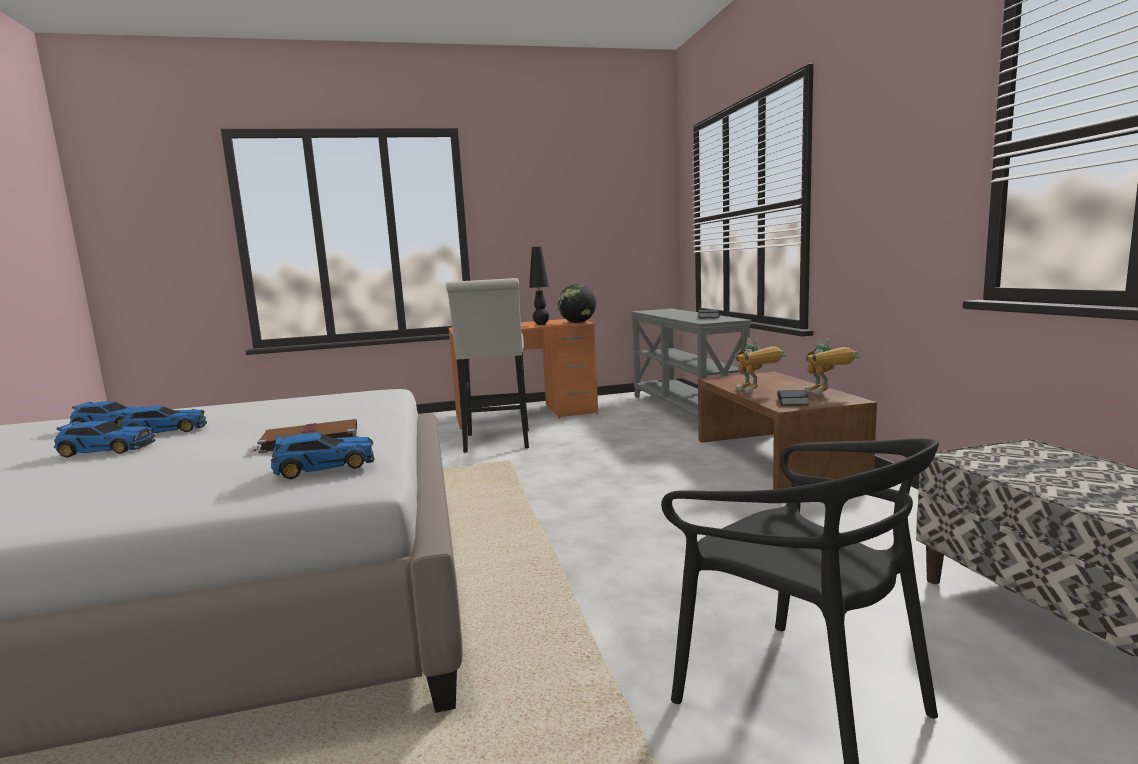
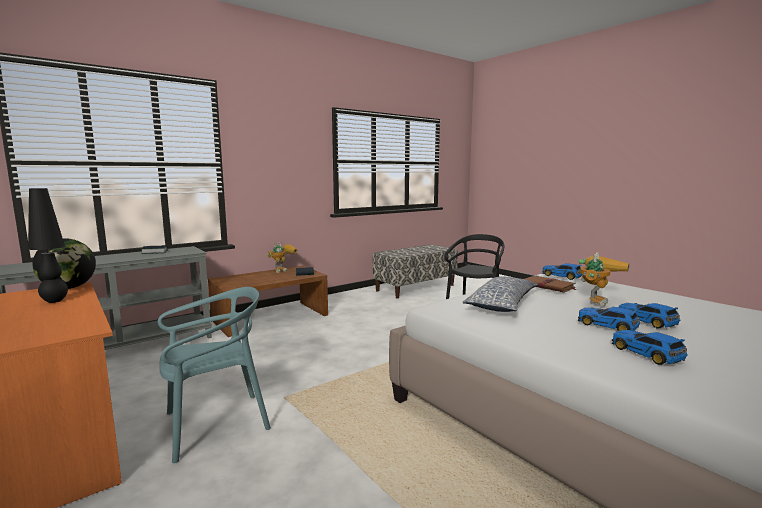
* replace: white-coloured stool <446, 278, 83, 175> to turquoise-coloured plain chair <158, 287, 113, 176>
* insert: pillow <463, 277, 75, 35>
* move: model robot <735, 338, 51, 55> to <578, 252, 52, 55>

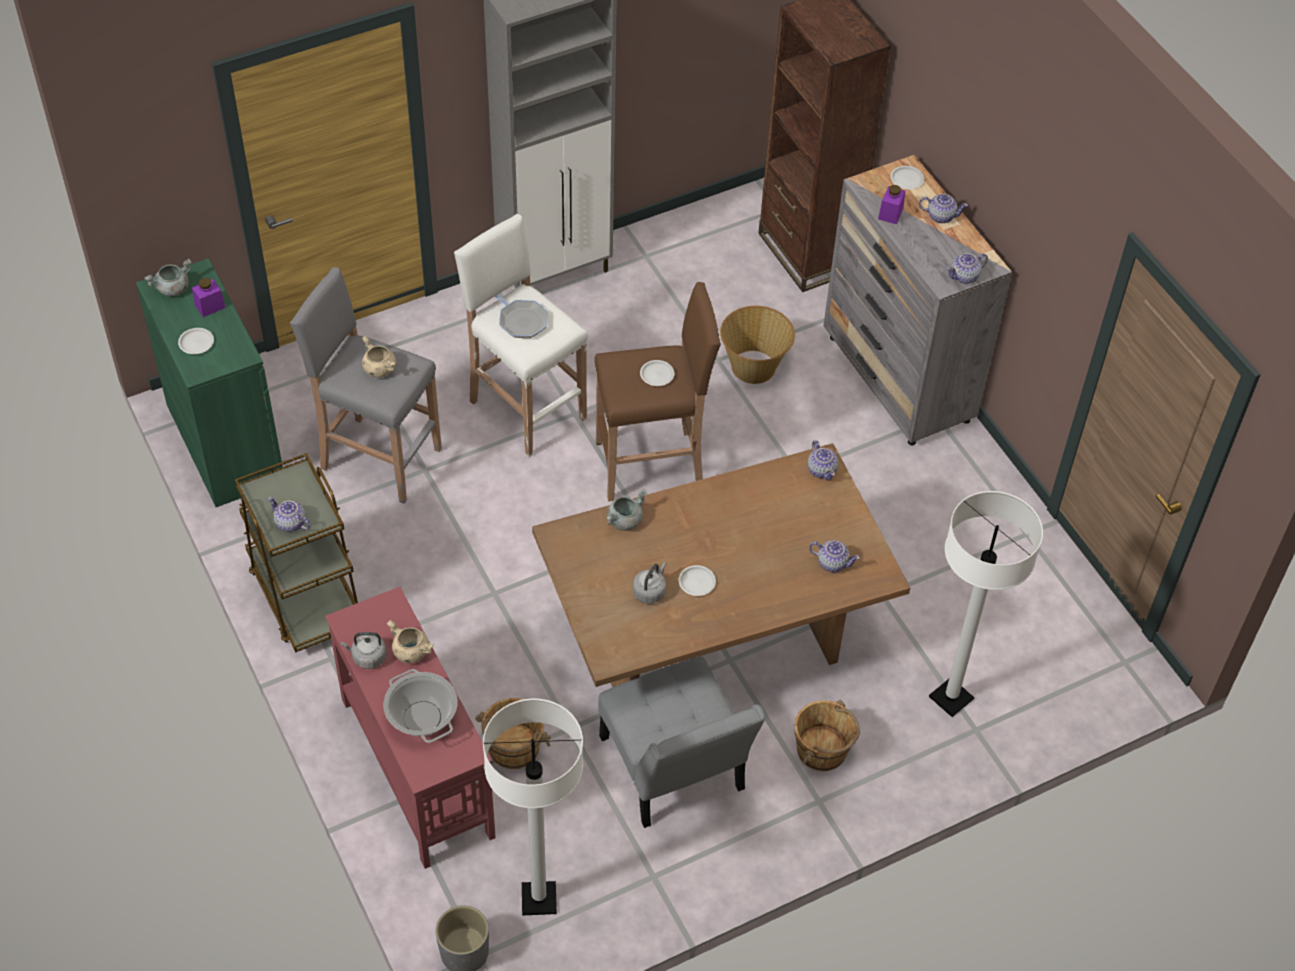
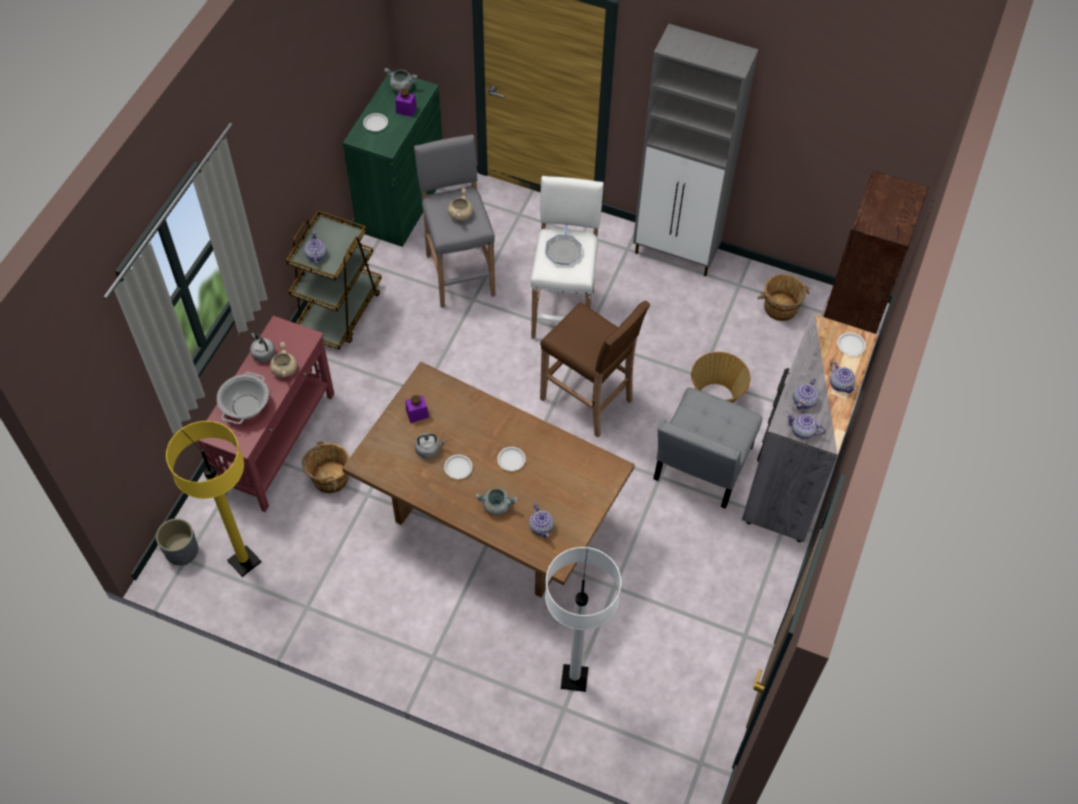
* recolor: white-coloured floor lamp <483, 698, 100, 217> to yellow-coloured floor lamp <166, 421, 95, 156>
* move: purple preserve jar <878, 185, 27, 39> to <405, 395, 24, 28>
* move: greyish stockpot <606, 489, 41, 42> to <476, 489, 41, 27>
* move: white-coloured plate <640, 360, 35, 26> to <497, 447, 29, 24>
* move: greyish plain chair <598, 657, 168, 171> to <653, 388, 110, 121>
* move: brown pail <795, 700, 65, 71> to <757, 274, 53, 47>
* move: tea pot <808, 440, 30, 40> to <793, 378, 25, 32>

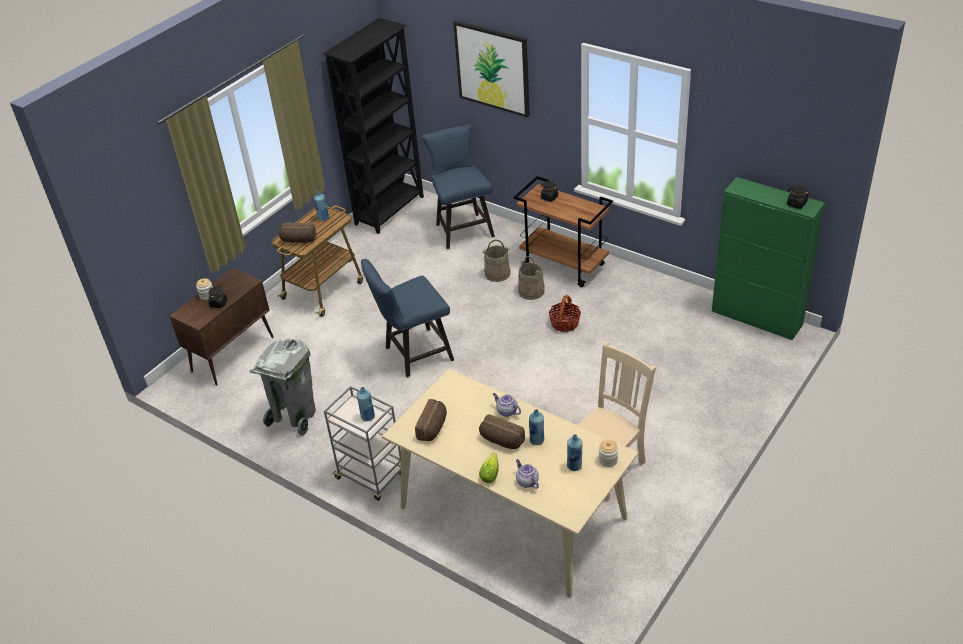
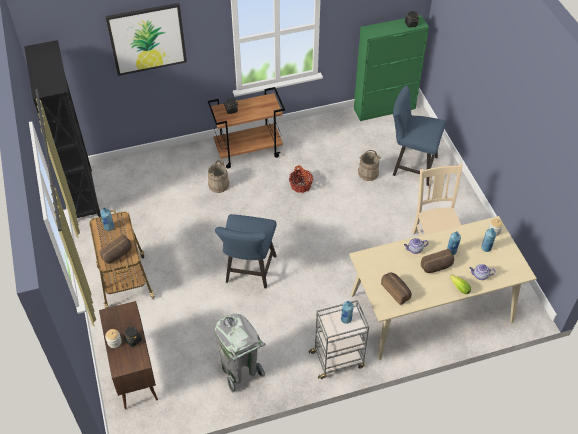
* move: sand-coloured pail <518, 256, 27, 44> to <358, 150, 23, 31>
* move: blue plain chair <422, 124, 73, 125> to <393, 85, 53, 101>

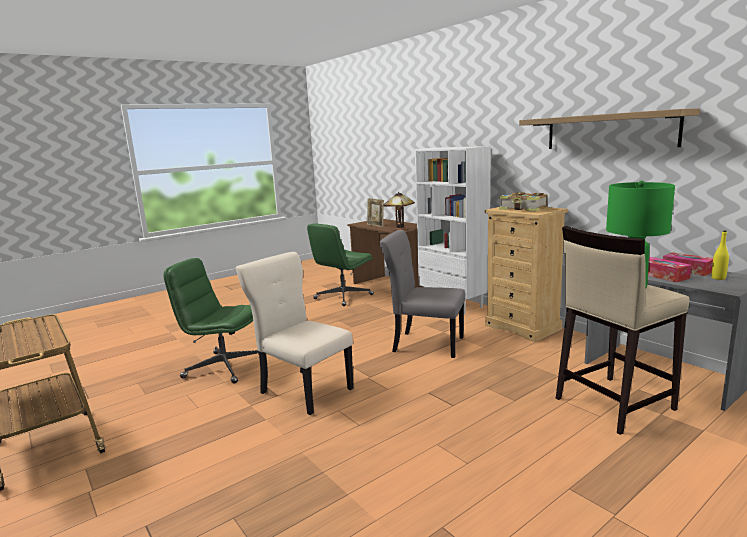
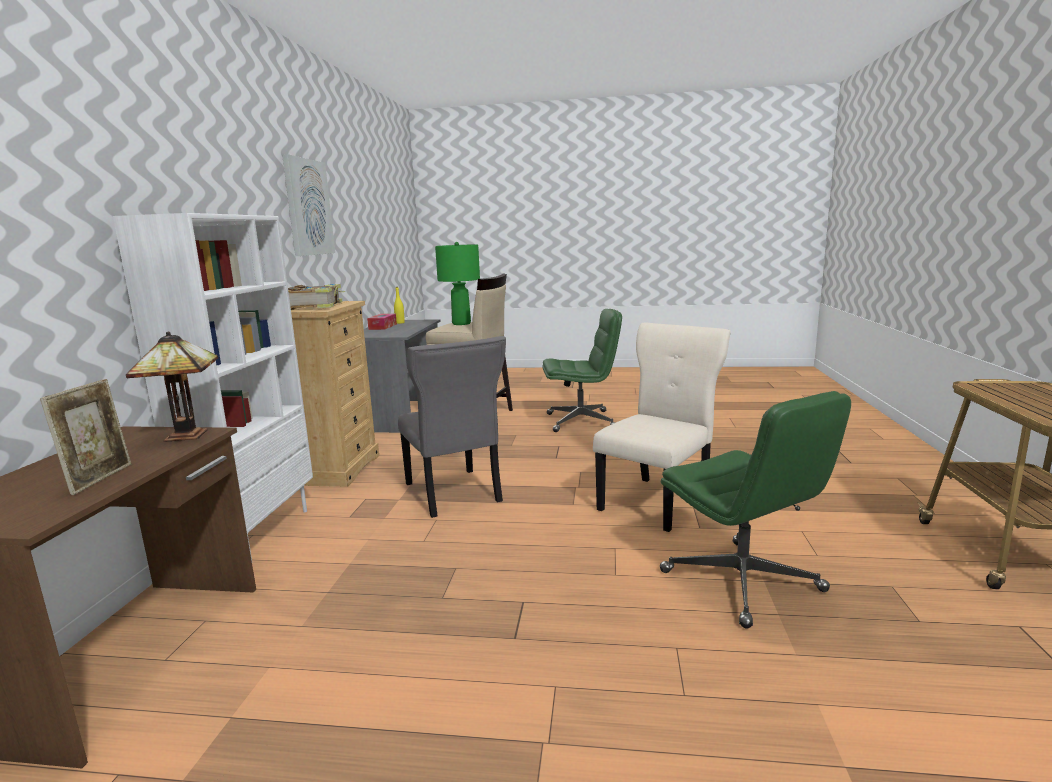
* replace: bracket shelf <519, 108, 181, 41> to wall art <282, 154, 53, 102>
* move: greenish office chair <307, 223, 67, 83> to <542, 309, 80, 123>
* rotate: sand-coloured plain chair <236, 252, 118, 163> = <593, 322, 138, 210> 135 degrees counterclockwise
* delete: box of tissues <648, 257, 44, 25>

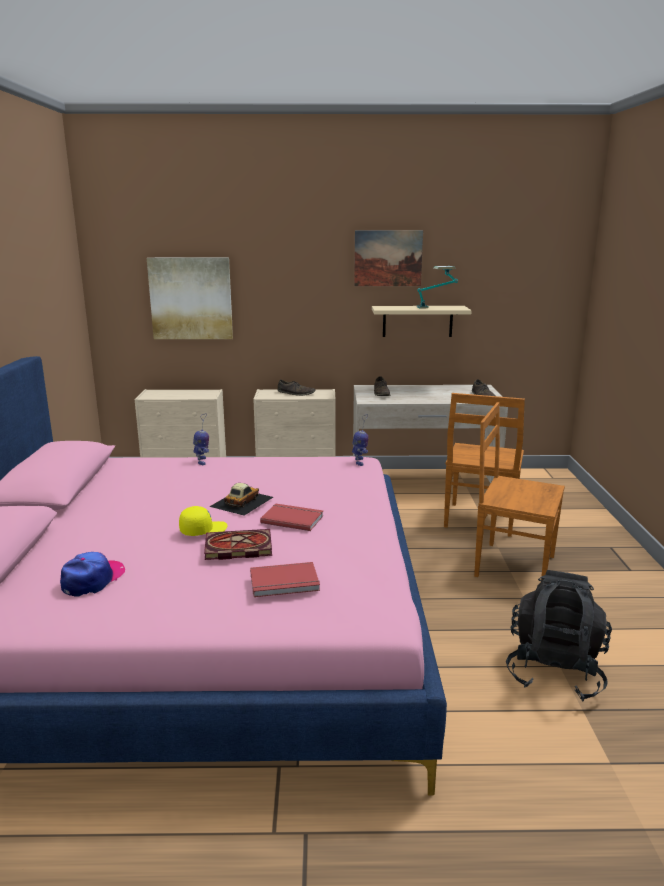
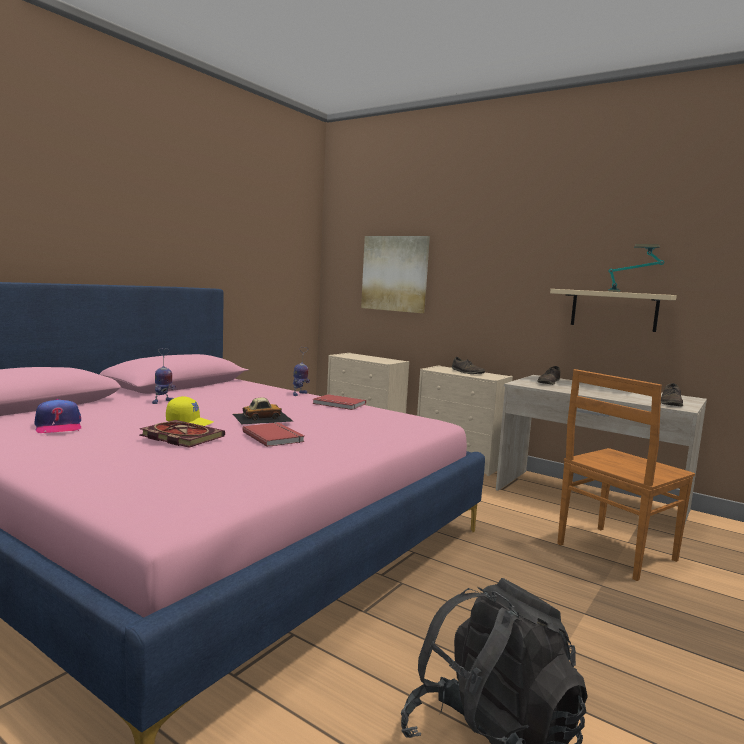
* rotate: cap <60, 552, 65, 45> = <34, 399, 48, 34> 90 degrees clockwise
* move: model robot <352, 414, 17, 52> to <152, 348, 24, 56>
* move: red bound book <250, 562, 70, 35> to <312, 394, 54, 16>
* delete: wall art <354, 230, 69, 56>
* delete: brown plain chair <474, 402, 91, 175>

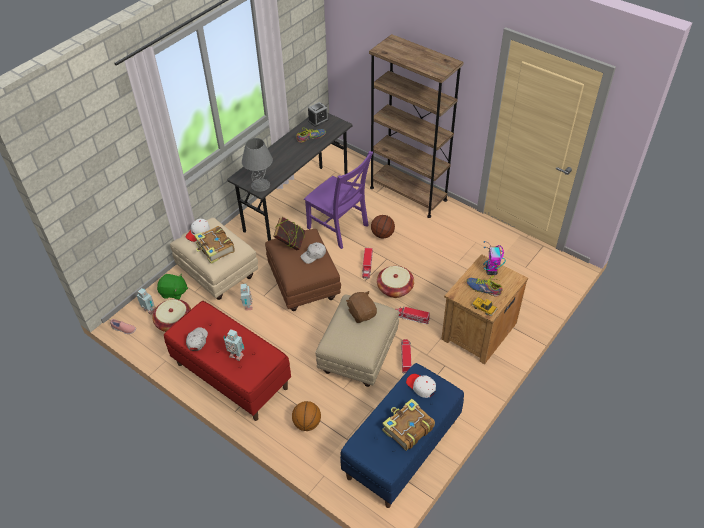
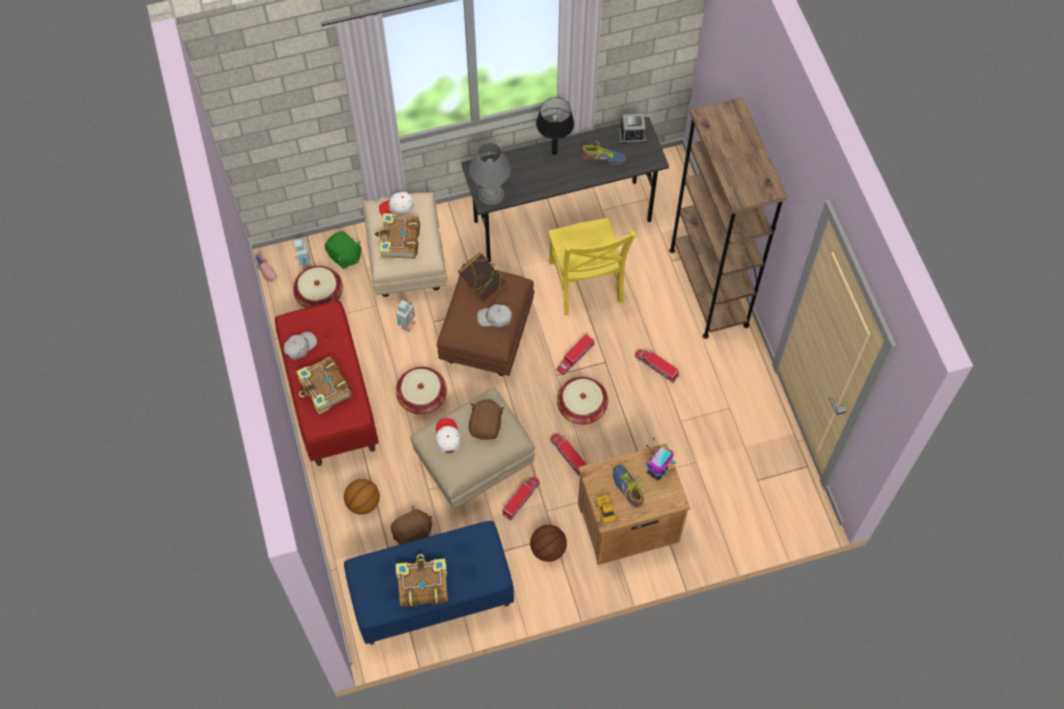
* replace: model robot <224, 329, 20, 32> to bound book <296, 356, 56, 59>
* insert: brown soft toy <391, 505, 41, 40>
* insert: household basket <396, 367, 51, 47>
* move: white-coloured cap <406, 374, 30, 24> to <436, 418, 25, 35>
* move: basketball ball <371, 215, 24, 24> to <530, 525, 37, 37>
* insert: black-coloured lamp for a table <536, 97, 38, 58>
* recolor: purple plain chair <304, 151, 69, 98> to yellow-coloured plain chair <548, 218, 88, 97>
* insert: model truck <635, 349, 44, 34>

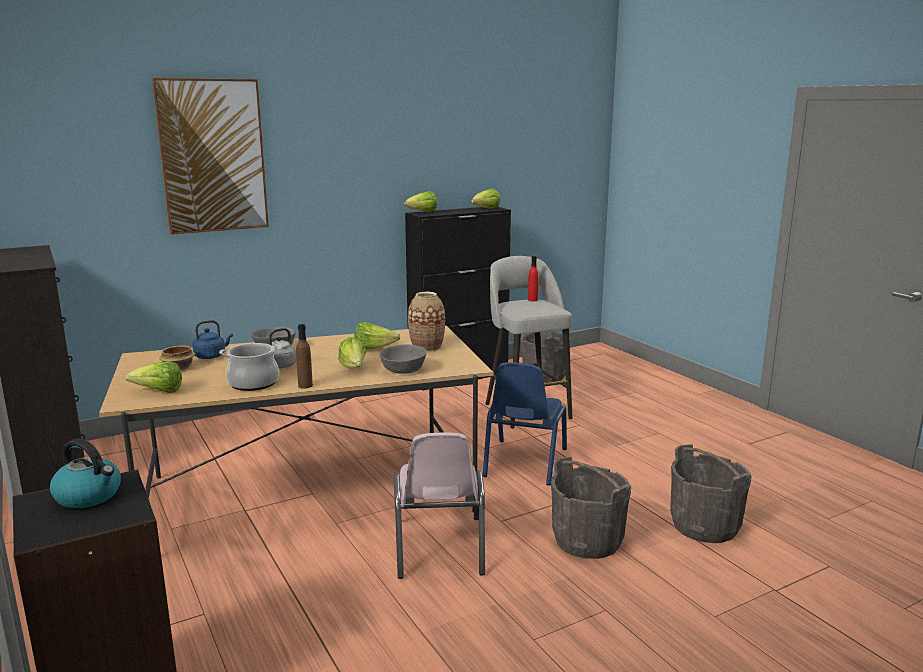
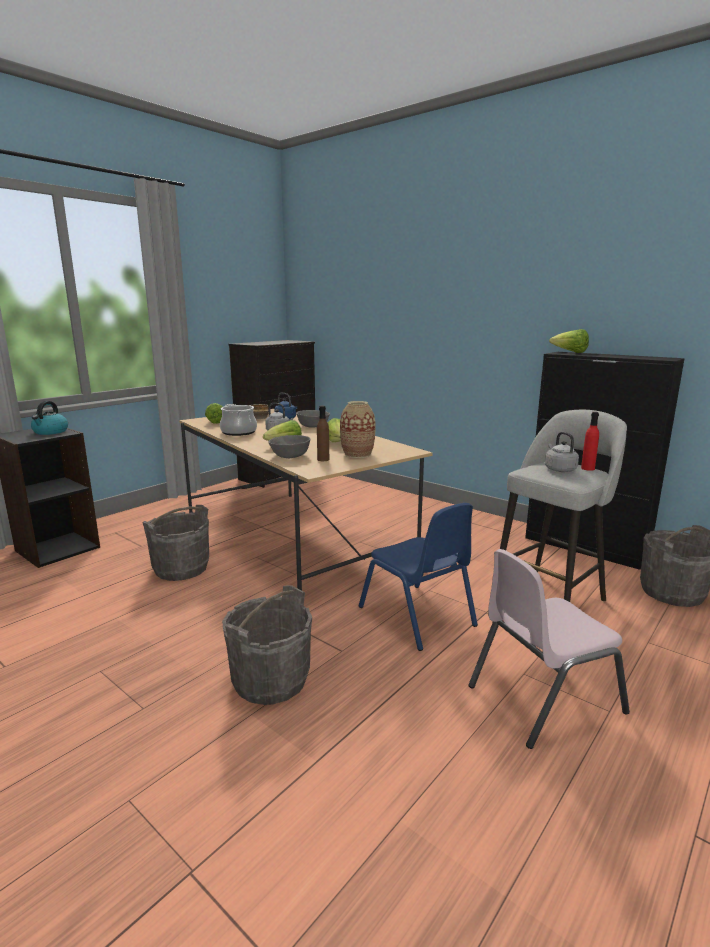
* move: greyish pail <670, 444, 82, 99> to <143, 505, 66, 76>
* move: brown drink bottle <296, 324, 17, 65> to <317, 406, 12, 55>
* rotate: blue plain chair <483, 362, 84, 124> = <359, 503, 119, 148> 120 degrees counterclockwise
* move: pinkish plain chair <394, 433, 91, 146> to <469, 549, 161, 200>
* insert: greyish water kettle <545, 432, 34, 40>
* delete: wall art <152, 78, 117, 157>
* delete: lettuce <471, 188, 29, 21>

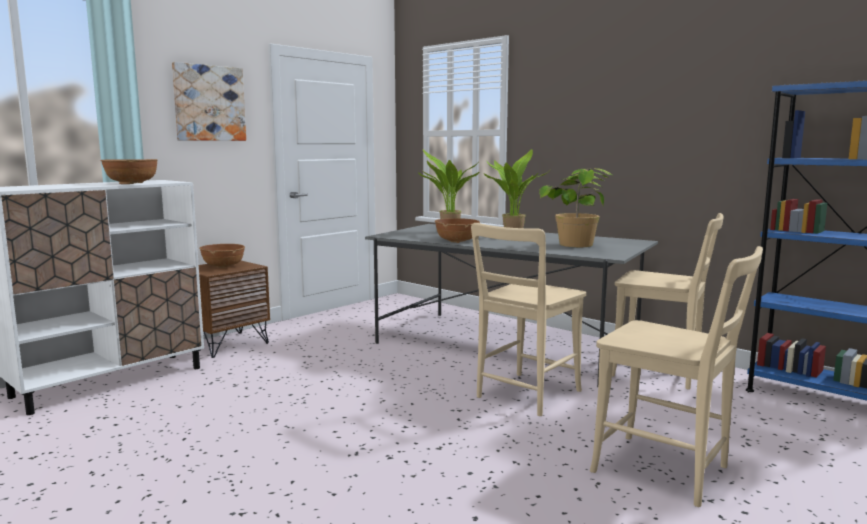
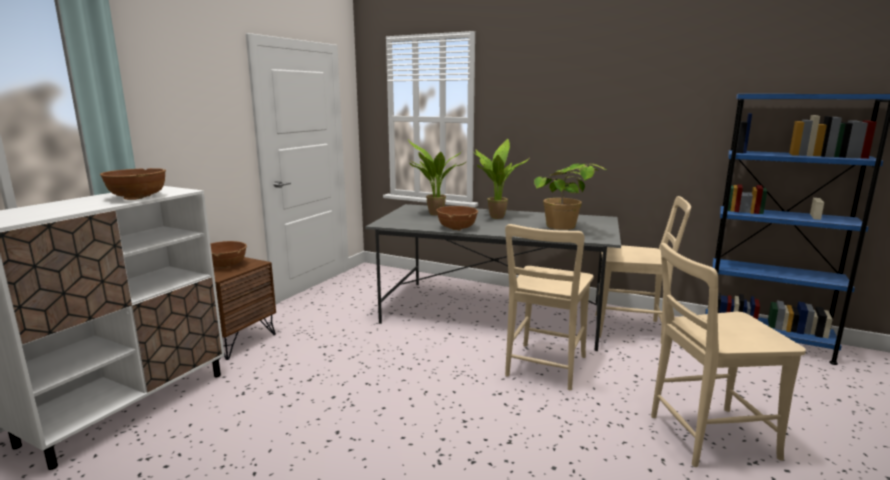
* rotate: sand-coloured plain chair <590, 246, 173, 261> = <651, 243, 155, 224> 150 degrees clockwise
* delete: wall art <172, 62, 74, 79>

